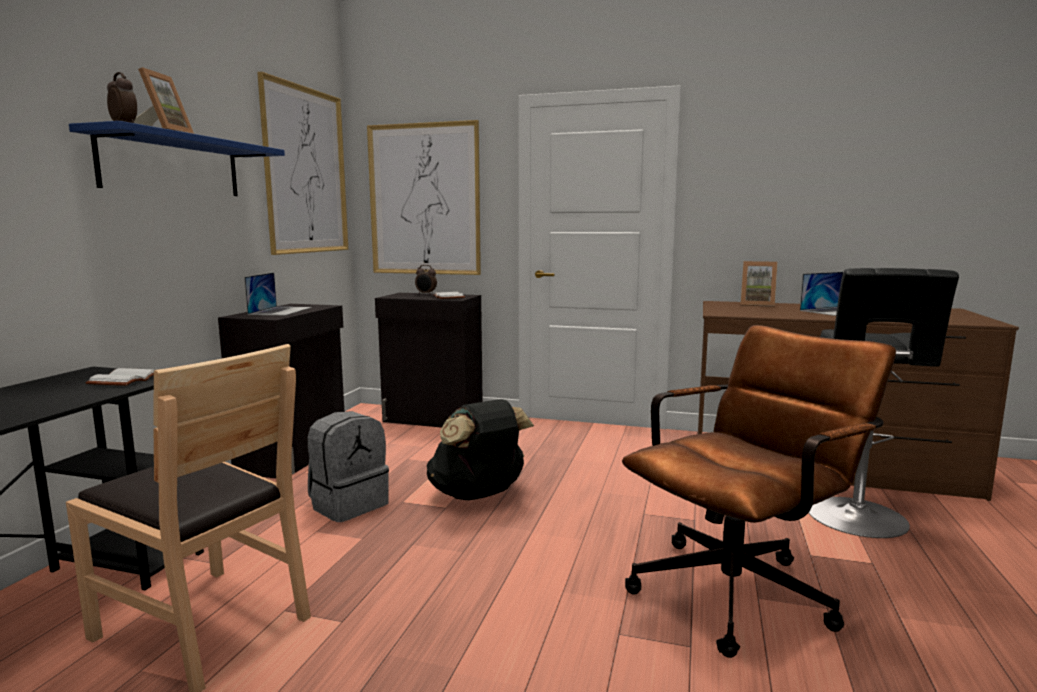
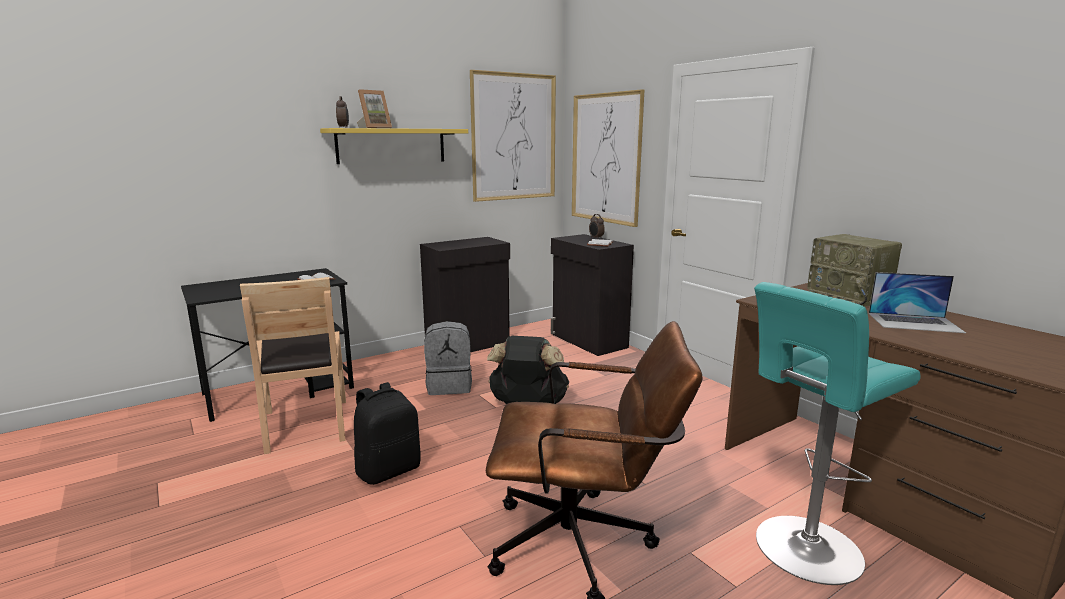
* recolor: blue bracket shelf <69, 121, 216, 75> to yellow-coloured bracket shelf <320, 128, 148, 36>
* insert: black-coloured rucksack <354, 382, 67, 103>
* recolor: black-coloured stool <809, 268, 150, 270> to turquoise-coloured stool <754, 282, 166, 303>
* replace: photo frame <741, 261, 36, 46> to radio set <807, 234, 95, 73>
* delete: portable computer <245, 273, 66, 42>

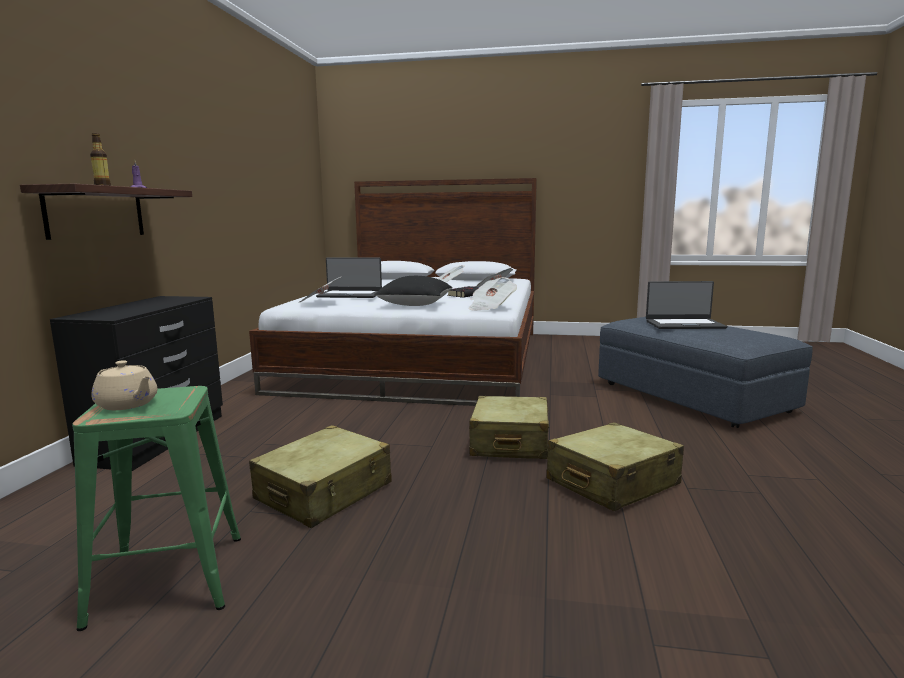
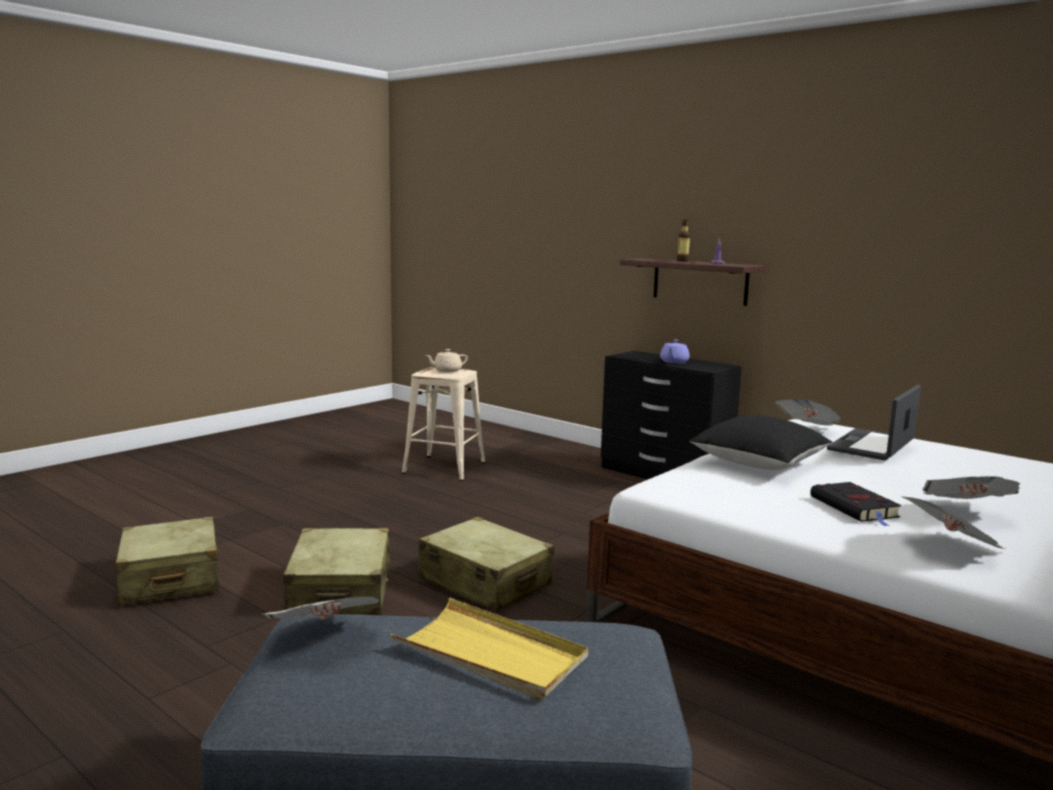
* move: sand-coloured piece of luggage <249, 425, 143, 103> to <115, 517, 105, 89>
* move: newspaper <469, 277, 48, 34> to <264, 597, 117, 23>
* replace: portable computer <646, 281, 81, 48> to yellow-coloured serving tray <391, 598, 197, 102>
* recolor: greenish stool <72, 386, 169, 245> to sand-coloured stool <402, 367, 84, 114>
* insert: purple tea pot <660, 339, 30, 25>

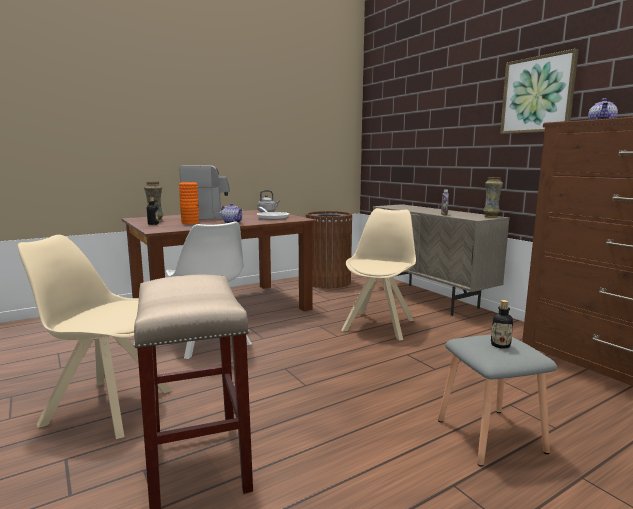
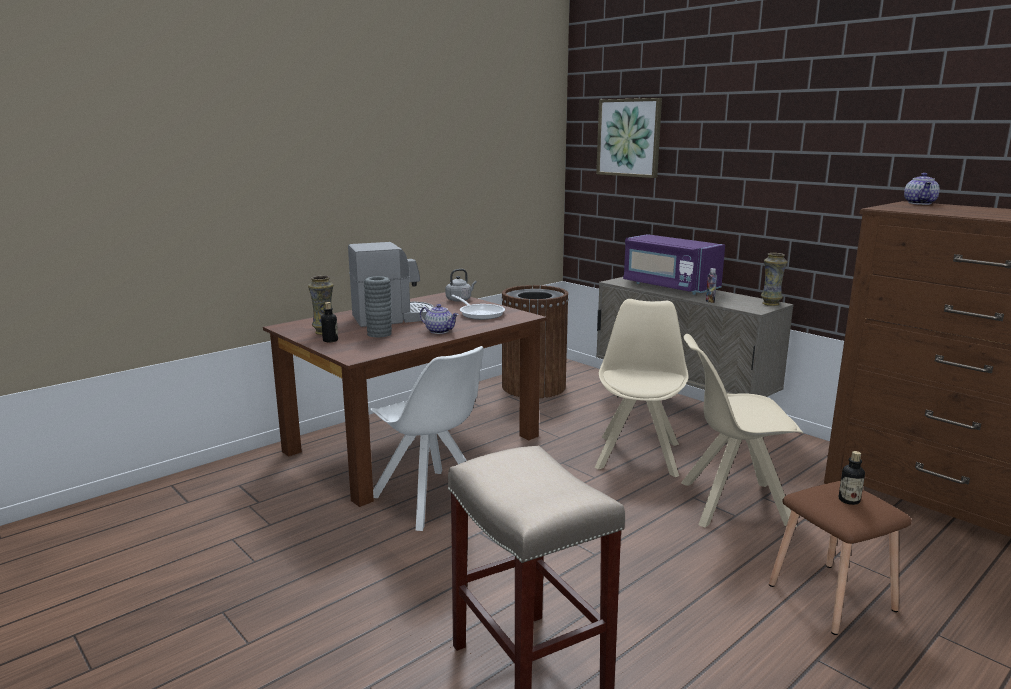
* recolor: orange vase <179, 182, 20, 42> to greyish vase <364, 276, 28, 61>
* move: wall art <500, 49, 79, 85> to <596, 98, 66, 80>
* insert: purple kitchen microwave <623, 234, 102, 61>
* move: sand-coloured plain chair <18, 235, 154, 204> to <681, 334, 123, 193>
* recolor: greyish stool <438, 335, 119, 132> to brown stool <769, 481, 143, 154>

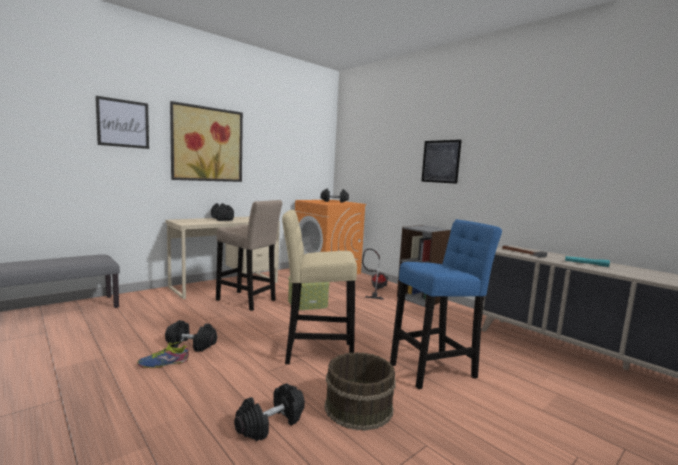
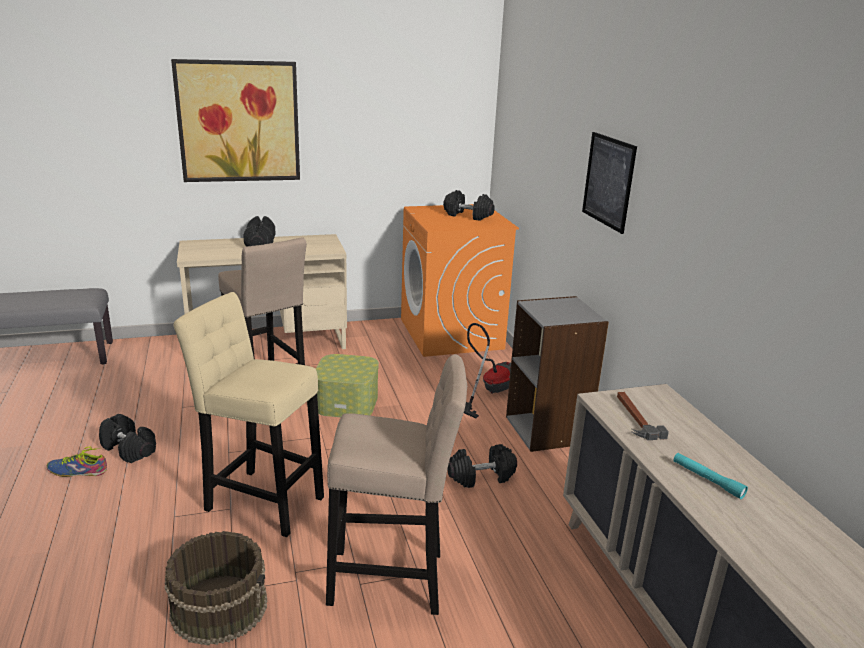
* recolor: blue stool <390, 219, 112, 170> to sand-coloured stool <326, 354, 141, 261>
* move: black-coloured free weight <234, 383, 71, 58> to <447, 444, 70, 44>
* delete: wall art <95, 96, 54, 53>

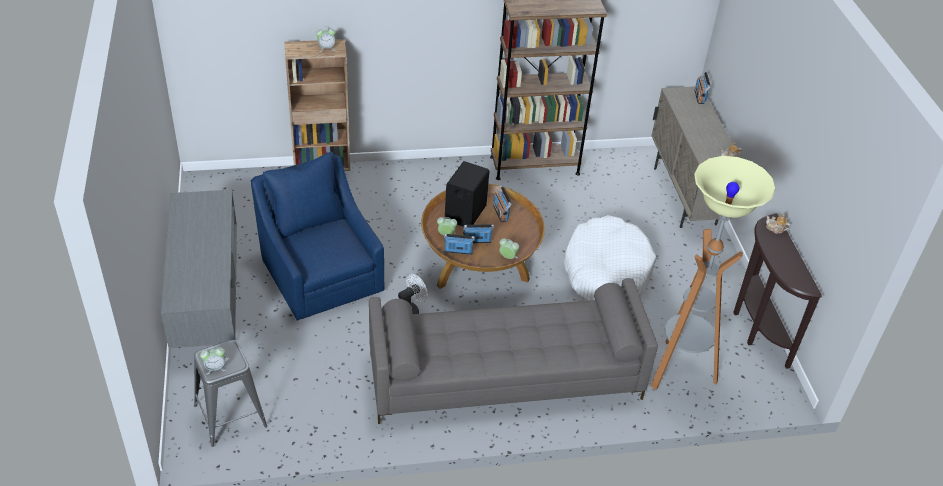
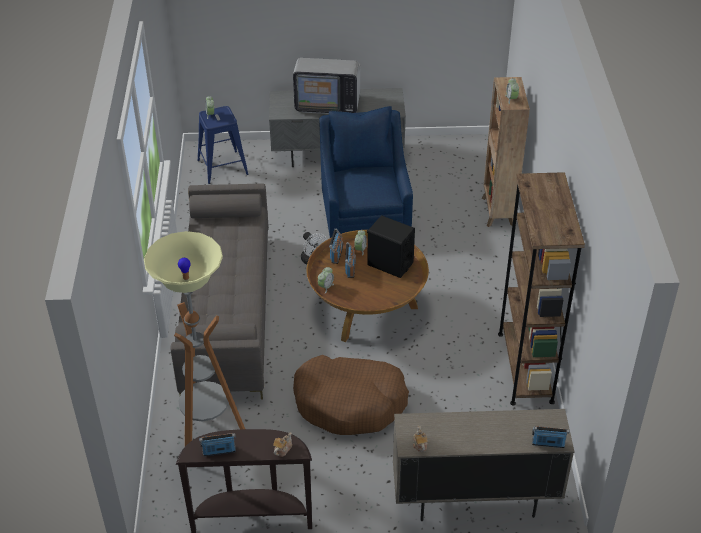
* recolor: greyish stool <194, 340, 73, 107> to blue stool <197, 106, 51, 78>
* move: radio set <493, 186, 18, 36> to <199, 433, 37, 23>
* insert: TV set <293, 58, 68, 56>
* recolor: white-coloured pet bed <563, 215, 93, 86> to brown pet bed <293, 355, 116, 80>
* rotate: blue easy chair <250, 152, 134, 168> = <319, 106, 94, 132> 75 degrees counterclockwise

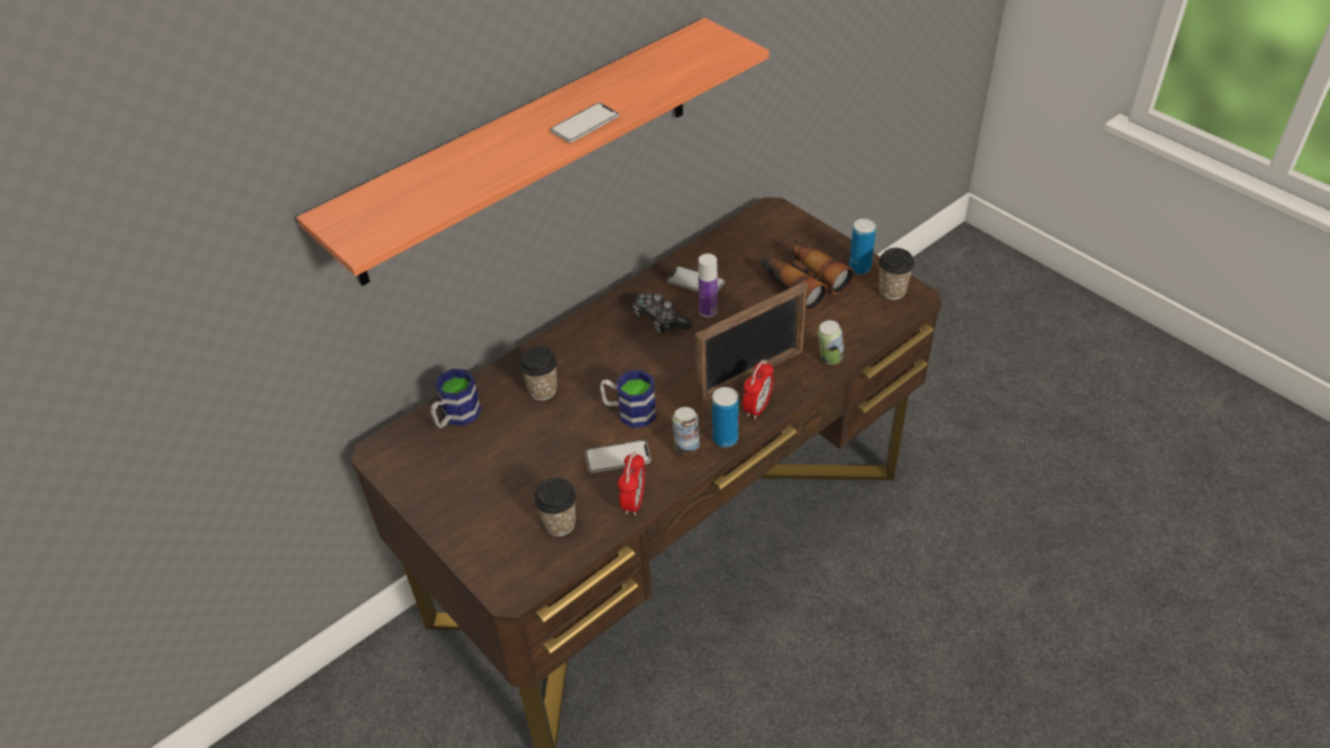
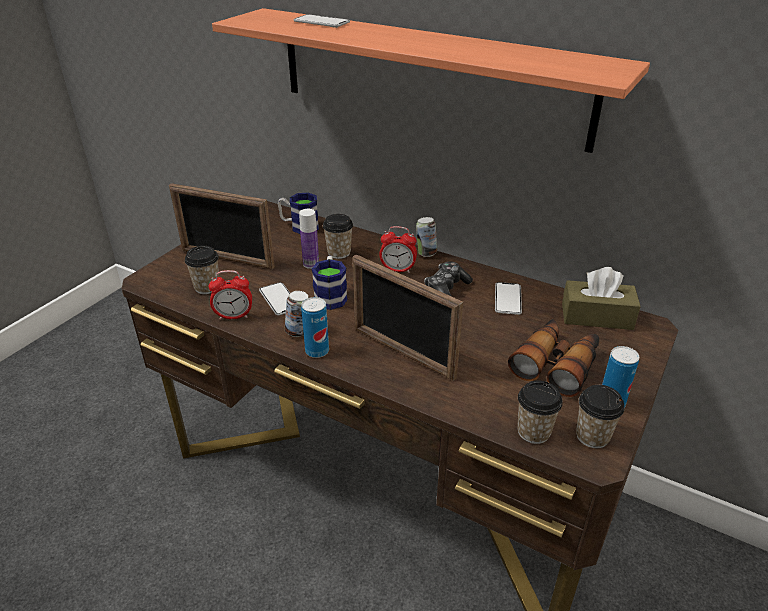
* insert: photo frame <169, 183, 106, 86>
* move: phone <550, 103, 69, 39> to <294, 14, 56, 14>
* move: drink bottle <698, 254, 20, 63> to <299, 209, 20, 60>
* move: table clock <742, 360, 32, 60> to <379, 226, 38, 47>
* move: can <818, 320, 26, 45> to <416, 217, 21, 40>
* insert: drinking cup <517, 380, 46, 64>
* insert: brown box of tissues <562, 267, 79, 63>

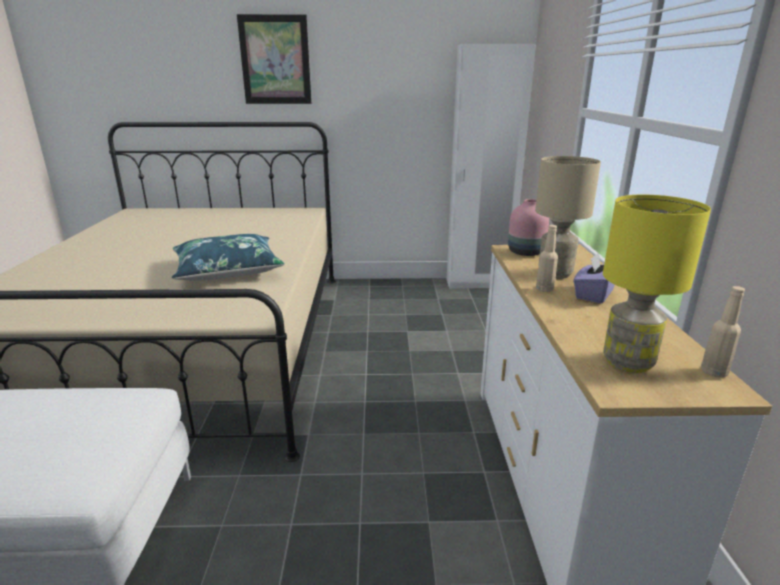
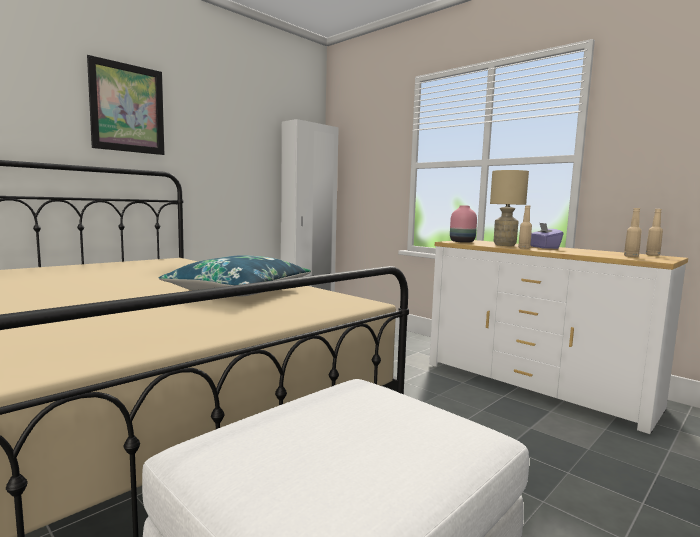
* replace: yellow-coloured lamp for a table <603, 195, 108, 178> to sand-coloured drink bottle <624, 208, 18, 49>

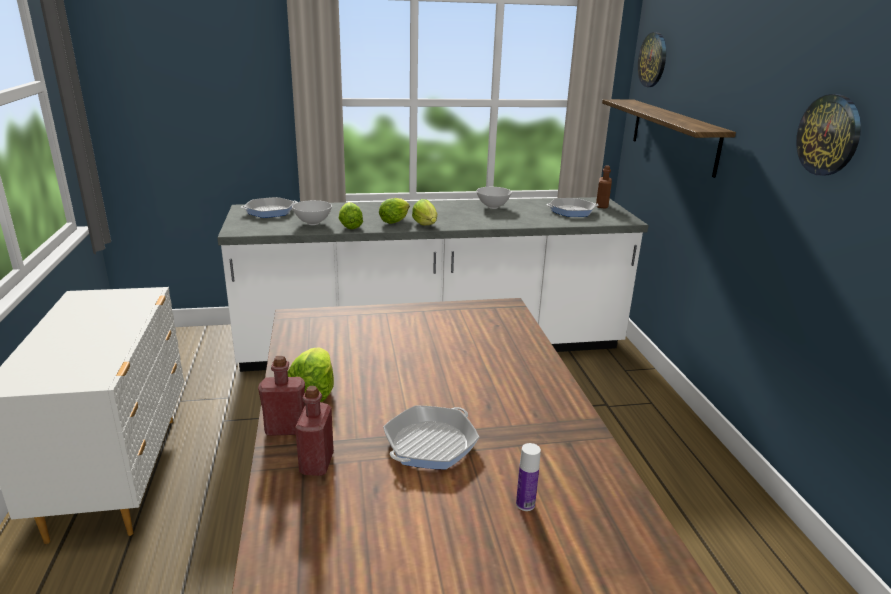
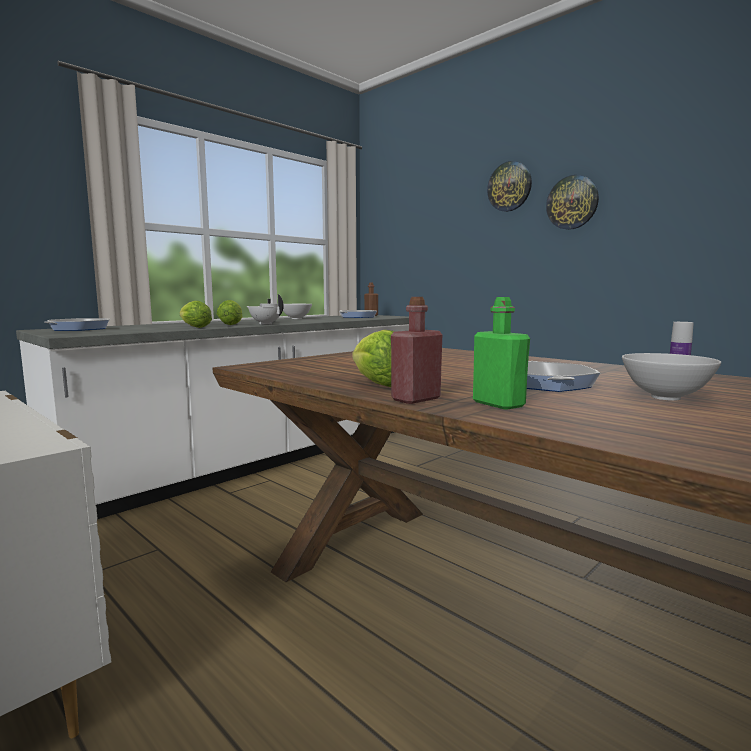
* replace: lettuce <412, 199, 25, 26> to white-coloured tea pot <247, 294, 37, 31>
* recolor: red drink bottle <295, 386, 39, 90> to greenish drink bottle <473, 297, 57, 113>
* move: clock on the wall <638, 32, 28, 55> to <487, 161, 45, 51>
* move: white-coloured deep dish <292, 200, 40, 25> to <622, 353, 99, 48>
* delete: bracket shelf <602, 99, 134, 79>

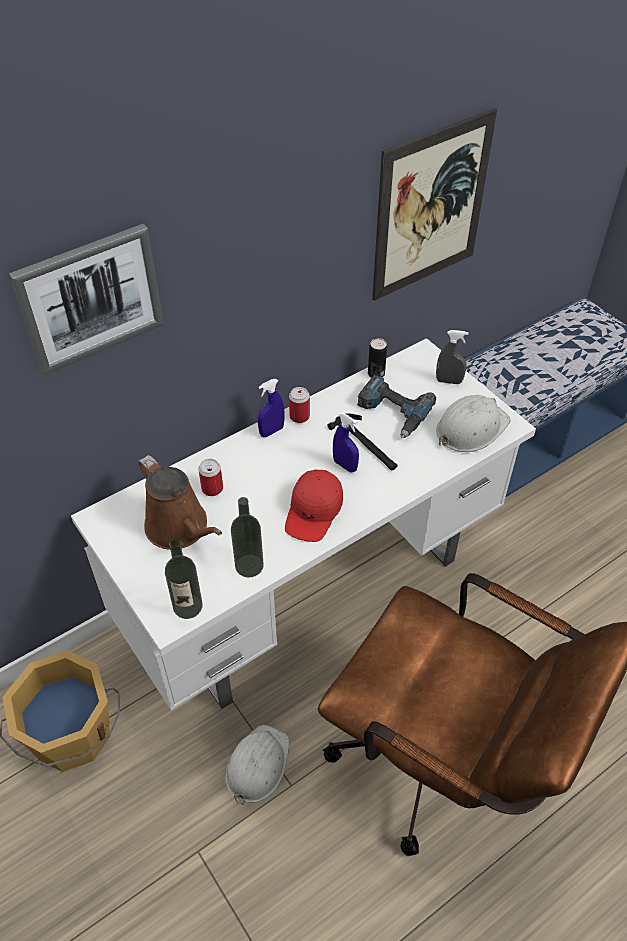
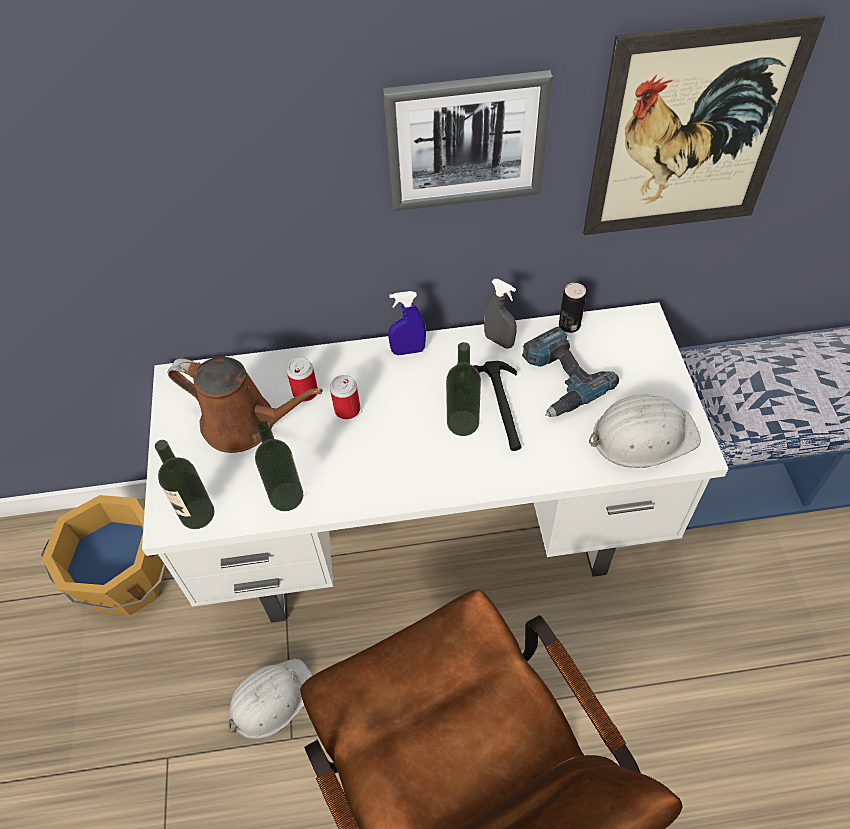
* rotate: brown watering pot <138, 455, 84, 95> = <168, 357, 155, 96> 60 degrees counterclockwise
* move: can <289, 387, 21, 36> to <330, 375, 30, 44>
* move: wall art <9, 224, 155, 151> to <383, 70, 170, 141>
* replace: blue sprayer <333, 412, 26, 61> to drink bottle <446, 342, 35, 94>
* move: greyish sprayer <436, 330, 33, 54> to <484, 279, 33, 70>
* delete: red cap <285, 469, 58, 73>

